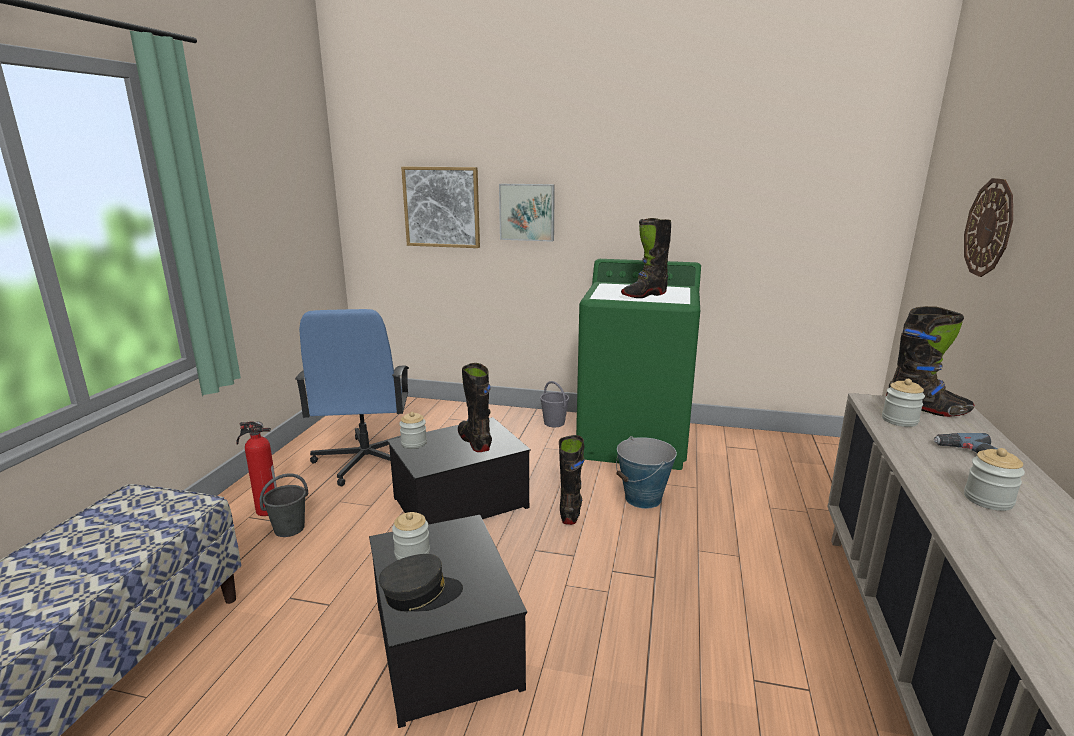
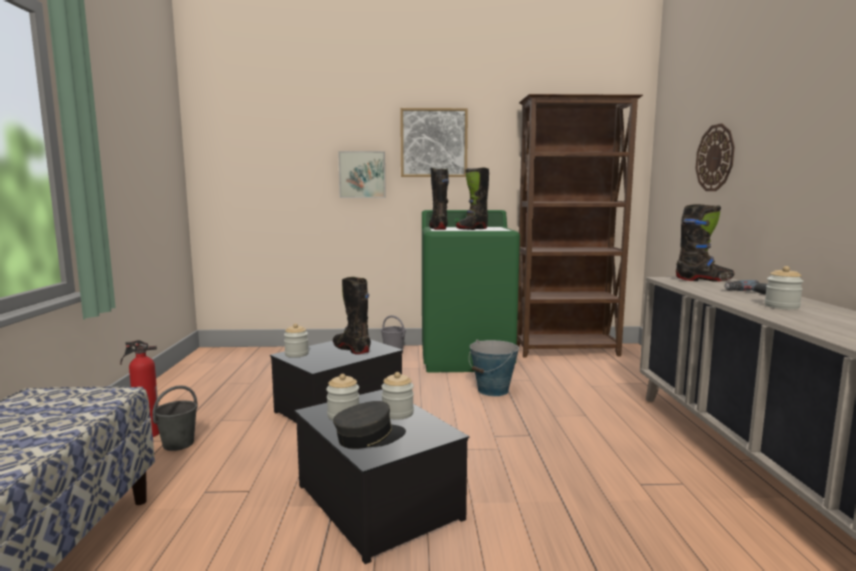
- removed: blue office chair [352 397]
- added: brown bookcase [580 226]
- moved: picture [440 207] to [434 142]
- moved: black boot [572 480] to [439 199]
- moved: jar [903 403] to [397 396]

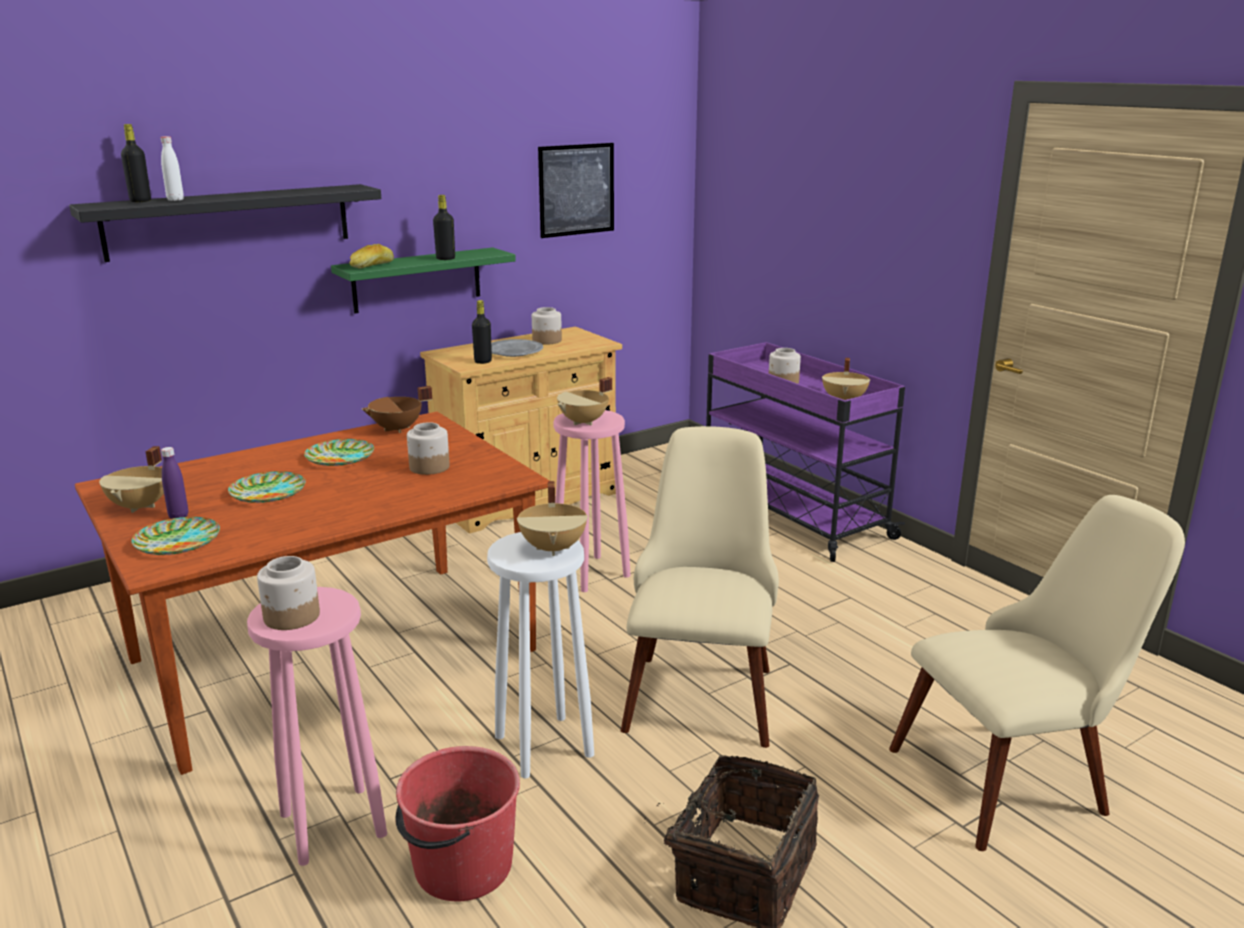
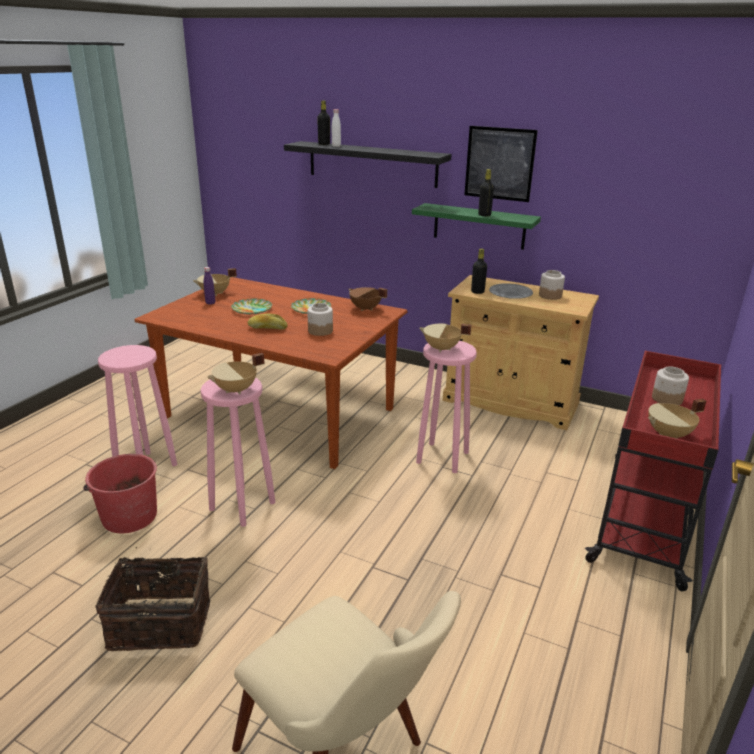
- removed: plate [175 536]
- removed: jar [288 593]
- removed: beige chair [700 587]
- moved: bread [371 256] to [267 321]
- moved: picture [576 190] to [501 164]
- recoloured: white stool [540 655] to pink stool [237 452]
- recoloured: purple cart [805 452] to red cart [653 471]

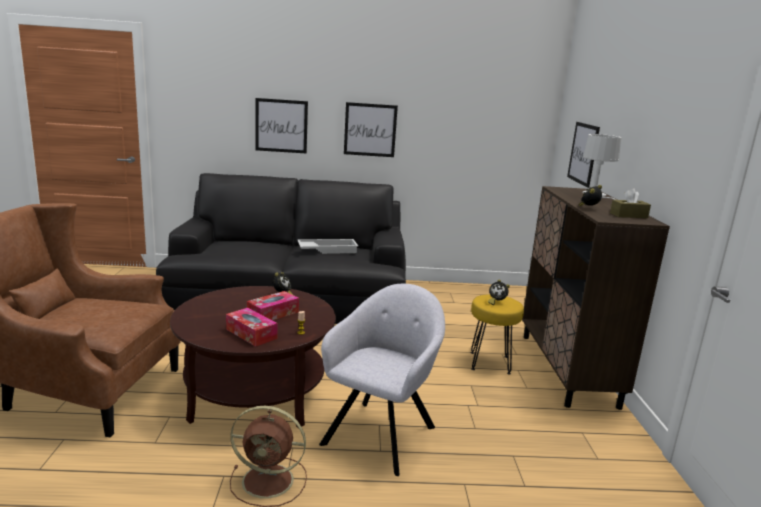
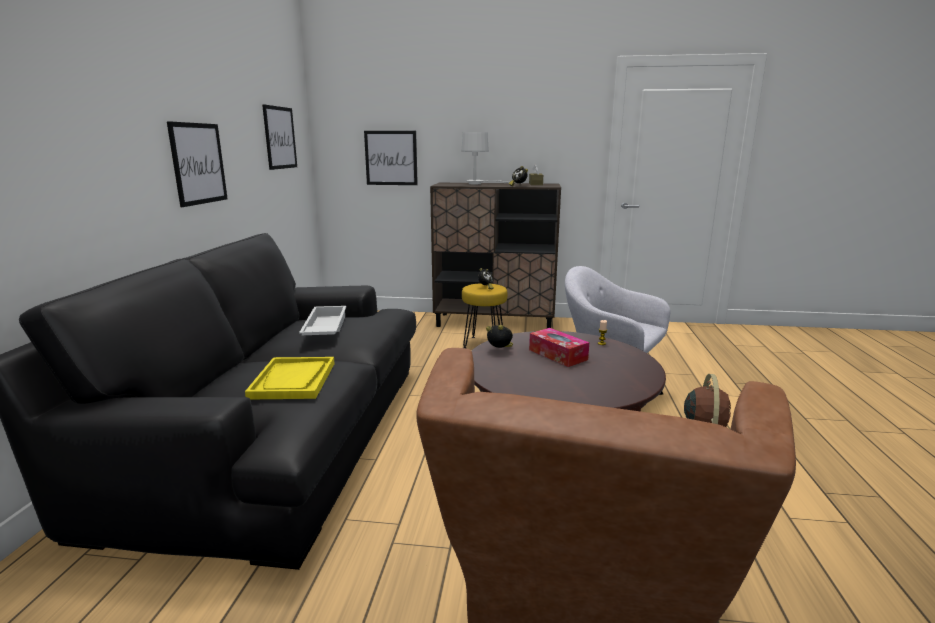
- removed: tissue box [252 327]
- added: yellow tray [290 378]
- moved: picture [281 125] to [279 137]

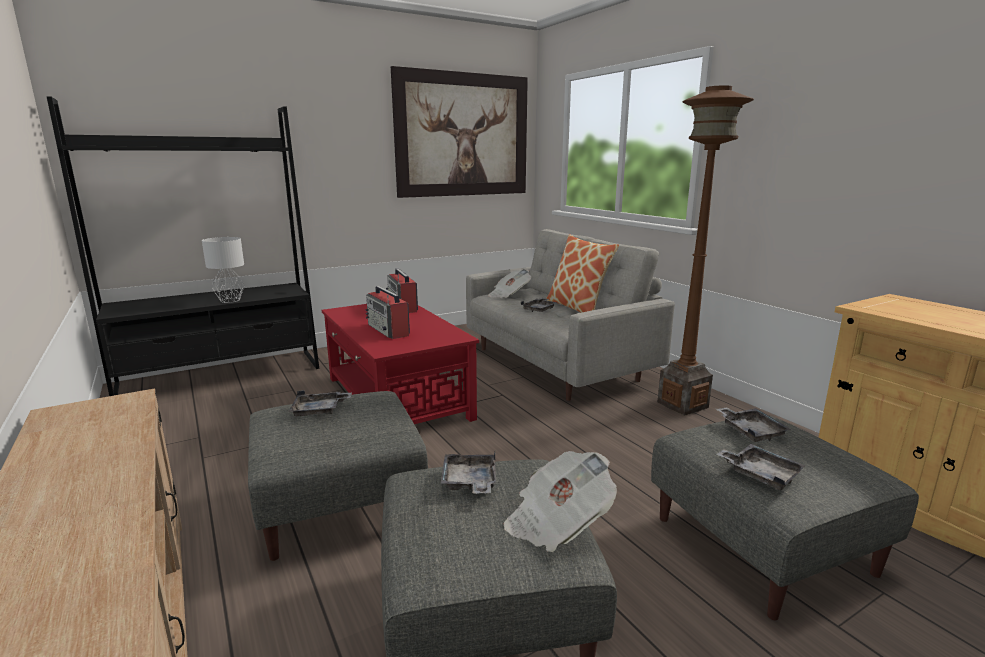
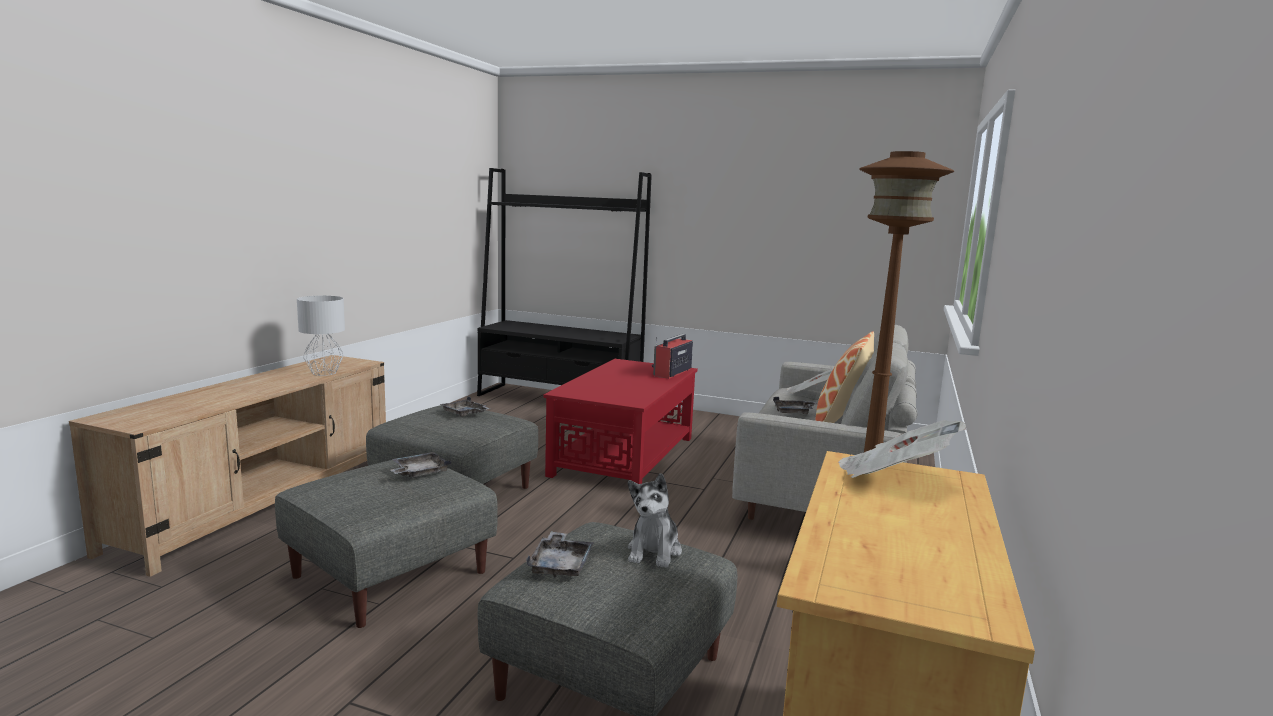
- removed: radio [388 312]
- removed: picture [459 132]
- moved: grey table lamp [223 270] to [321 336]
- moved: newspaper [560 501] to [902 449]
- replaced: grey tray [754 424] to plush toy [655 520]

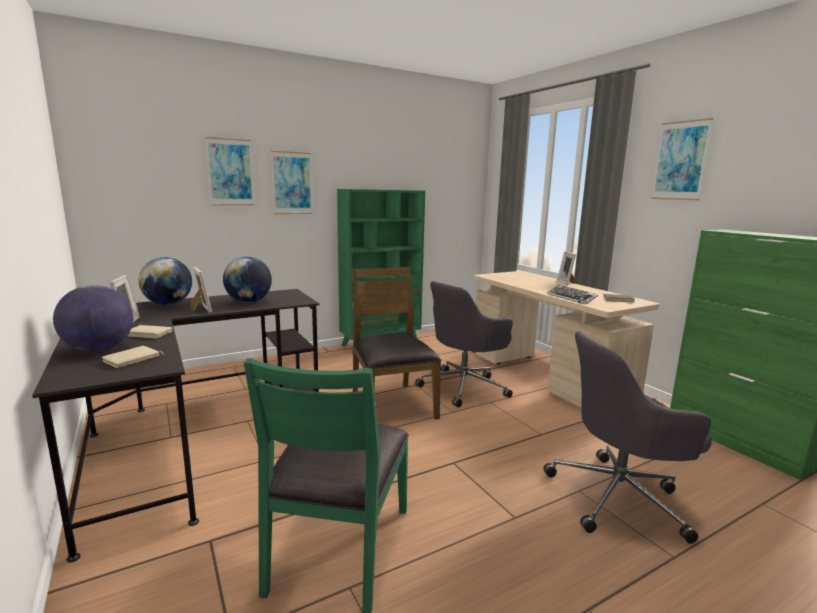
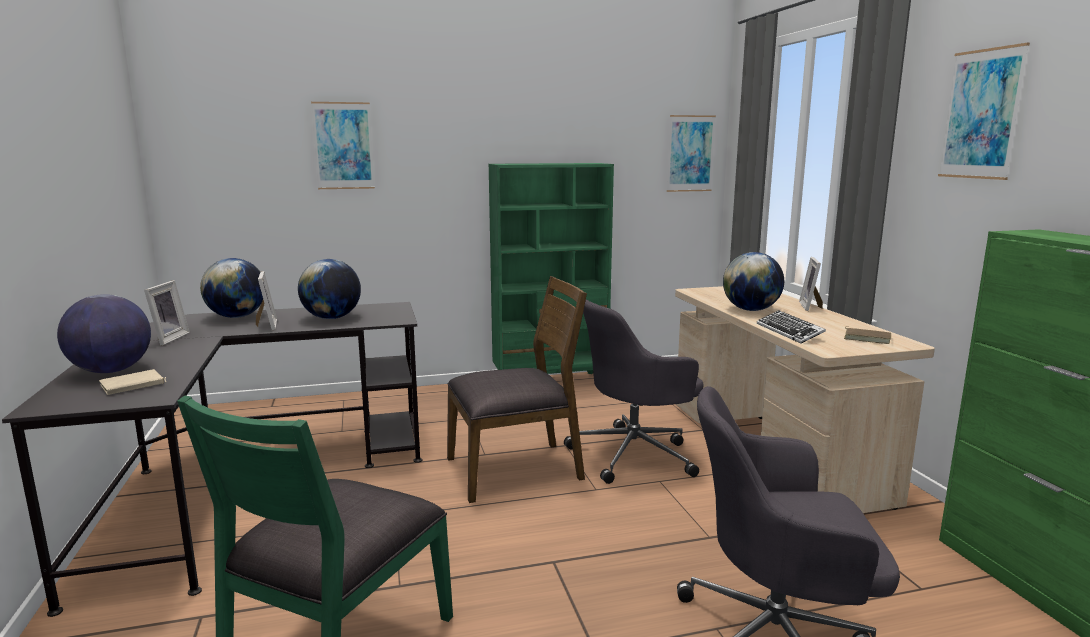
- removed: beige book [150 330]
- added: globe [753 281]
- moved: picture [292 182] to [691 153]
- turned: brown chair [396 343] = [517 389] 75 degrees clockwise

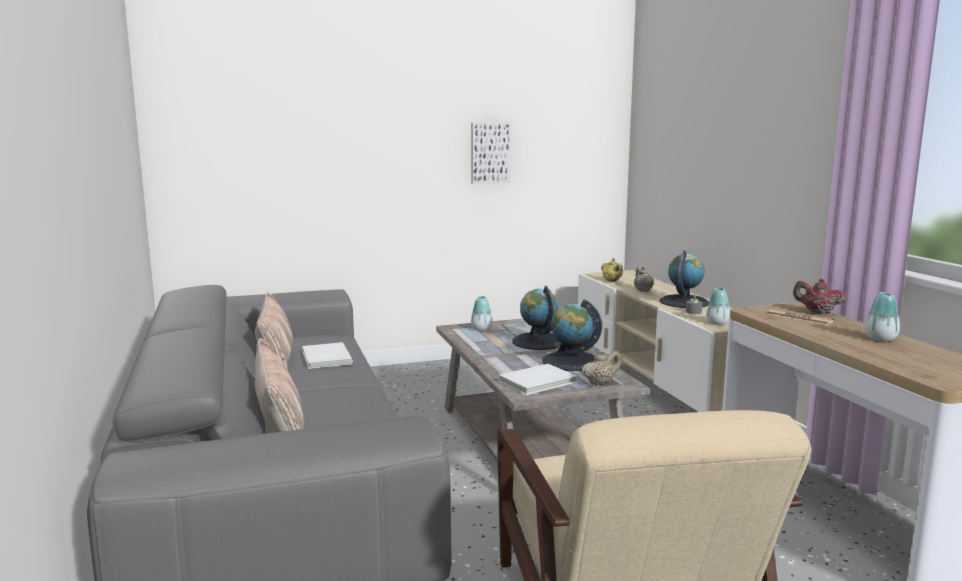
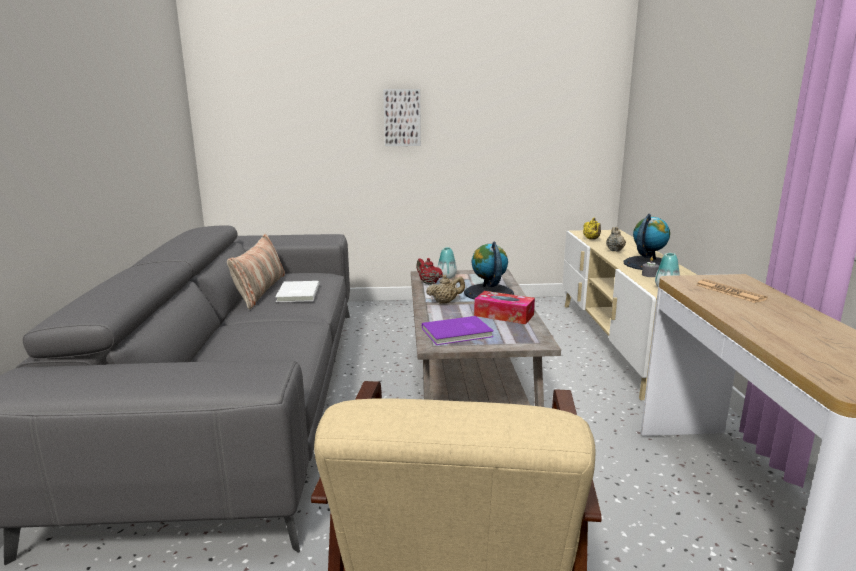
- removed: pillow [279 385]
- removed: vase [882 317]
- moved: picture [491 153] to [402 117]
- moved: beige teapot [601 368] to [445 289]
- moved: red teapot [820 296] to [429 271]
- replaced: globe [572 335] to tissue box [504 307]
- recoloured: white book [537 379] to purple book [458 330]

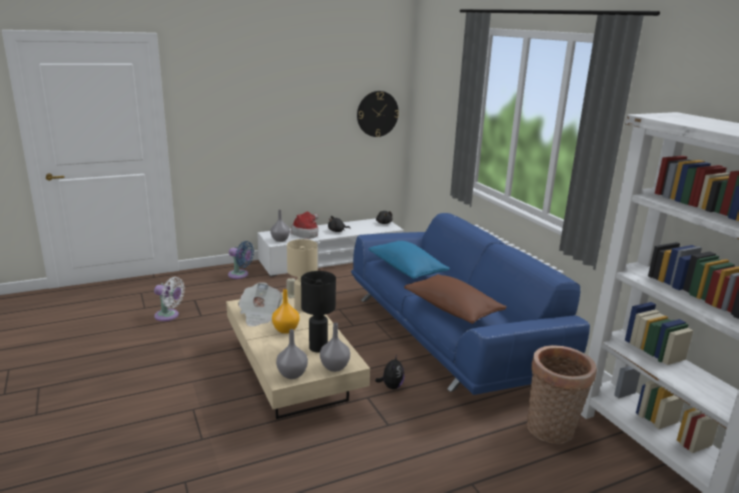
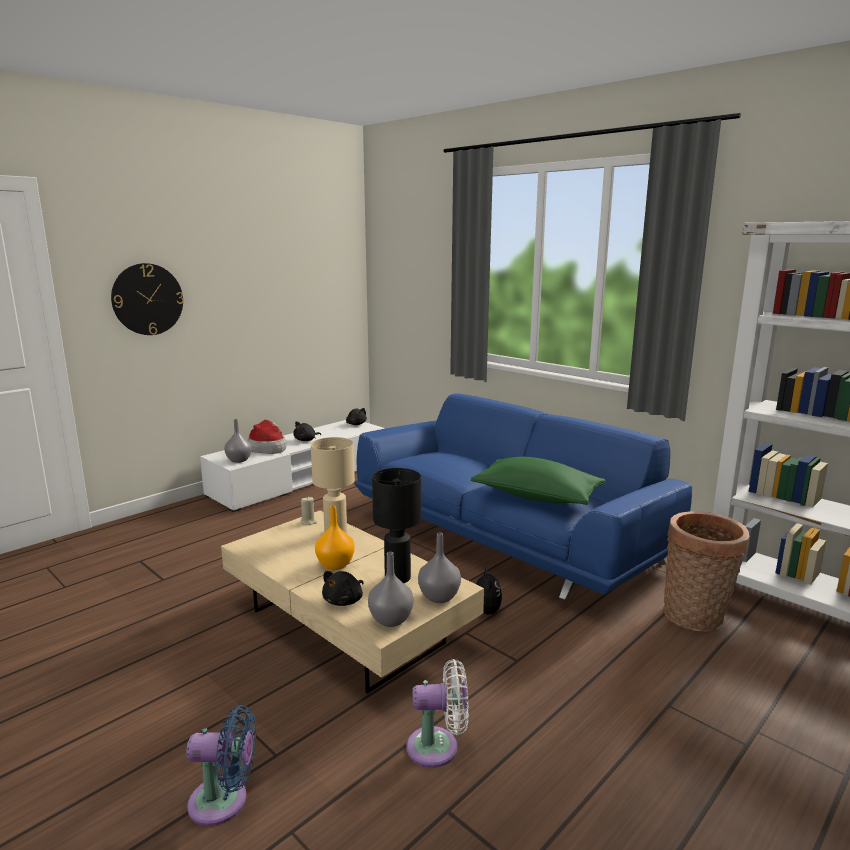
- removed: newspaper [260 304]
- removed: blue pillow [409 260]
- added: black plush toy [343 588]
- moved: white fan [169 299] to [438 713]
- moved: blue fan [241 260] to [221 765]
- moved: wall clock [378 114] to [147 299]
- recoloured: brown pillow [455 299] to green pillow [538 481]

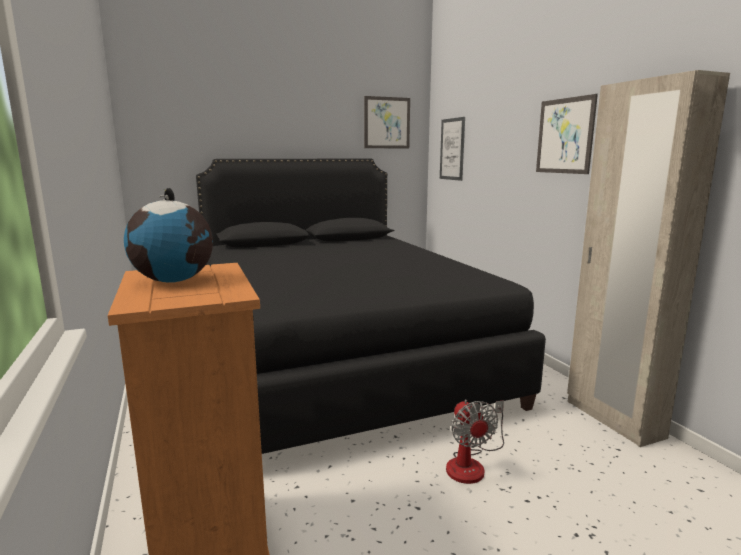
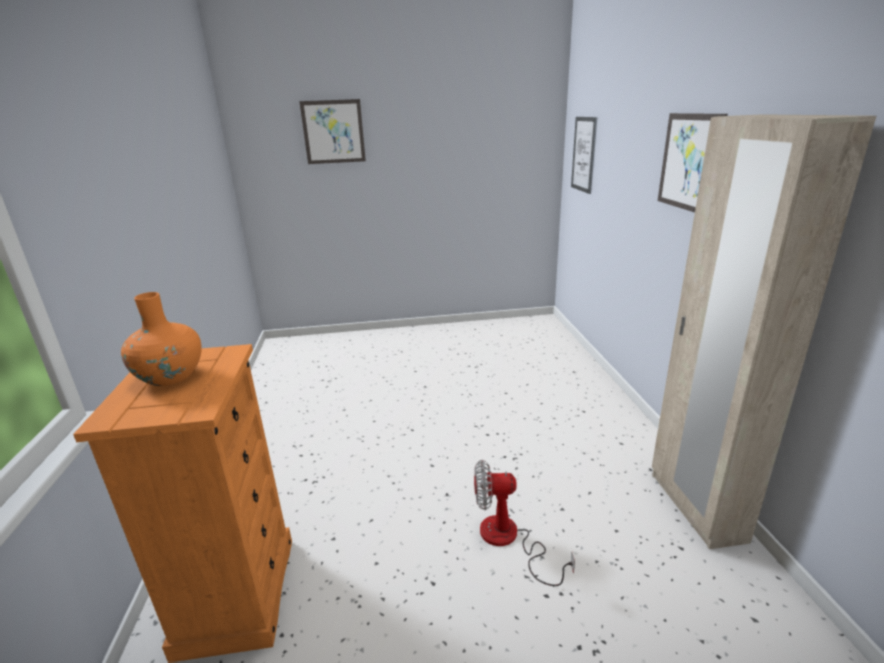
- removed: black bed [371 306]
- moved: picture [387 122] to [332 131]
- replaced: globe [168 235] to orange vase [161 339]
- turned: fan [475 441] = [524 523] 90 degrees clockwise

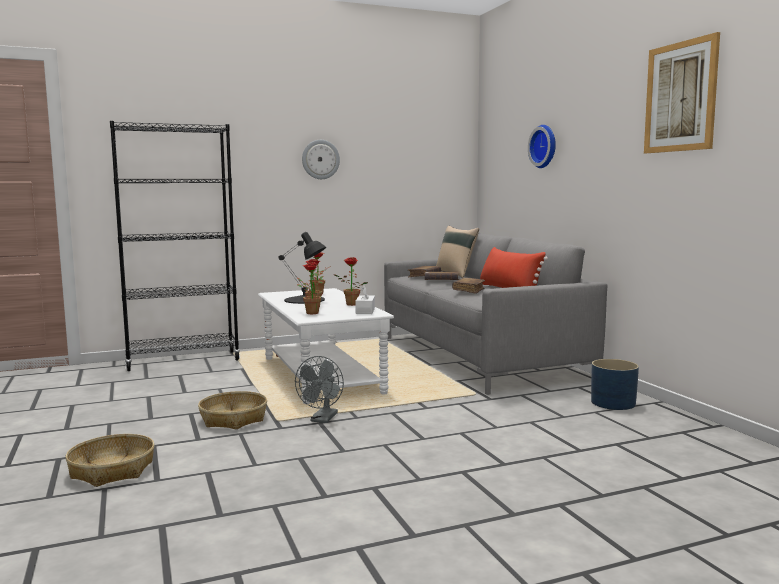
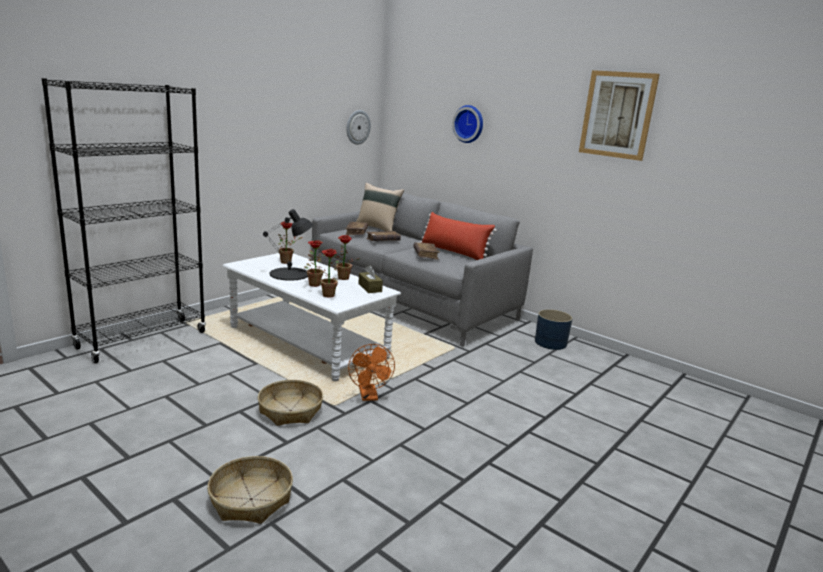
- moved: wall clock [321 159] to [359 127]
- recoloured: grey fan [319 389] to orange fan [371 372]
- recoloured: white tissue box [365 299] to brown tissue box [370 279]

